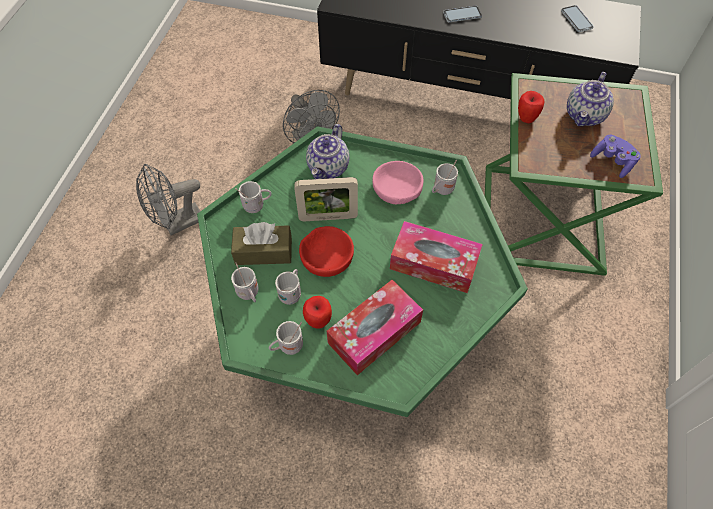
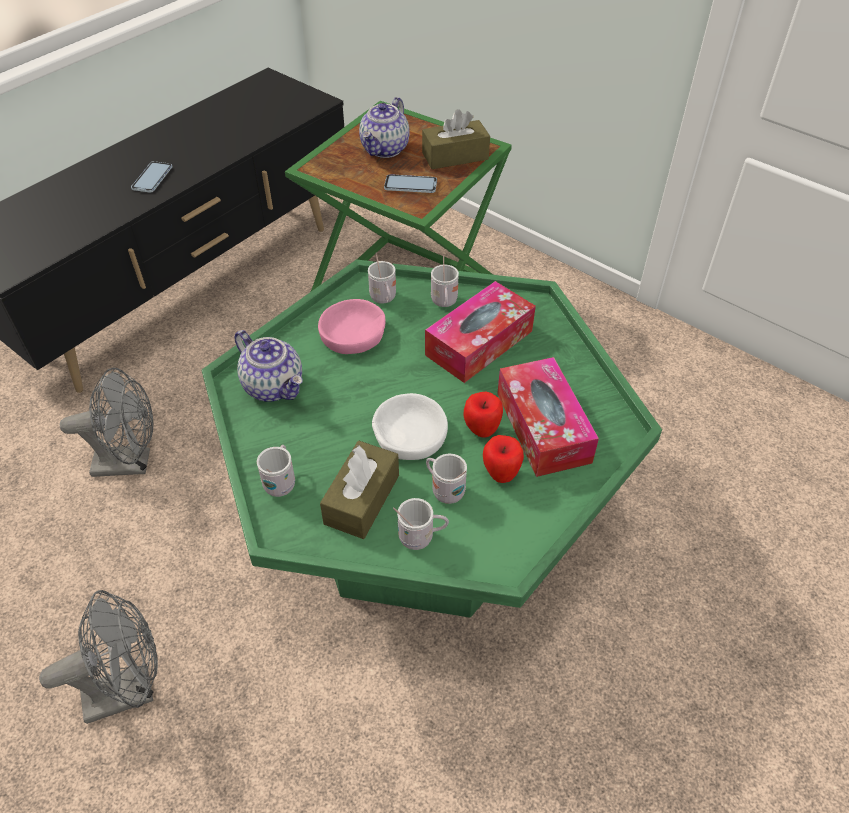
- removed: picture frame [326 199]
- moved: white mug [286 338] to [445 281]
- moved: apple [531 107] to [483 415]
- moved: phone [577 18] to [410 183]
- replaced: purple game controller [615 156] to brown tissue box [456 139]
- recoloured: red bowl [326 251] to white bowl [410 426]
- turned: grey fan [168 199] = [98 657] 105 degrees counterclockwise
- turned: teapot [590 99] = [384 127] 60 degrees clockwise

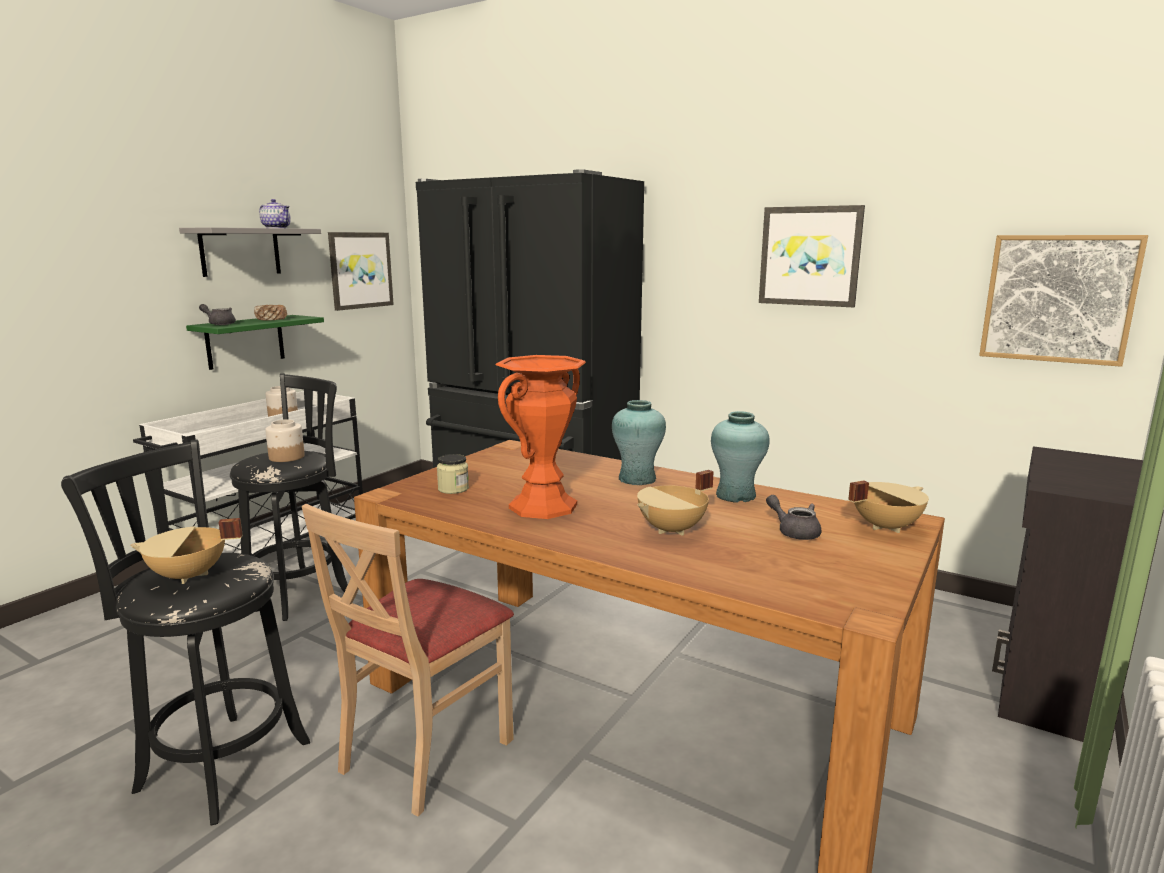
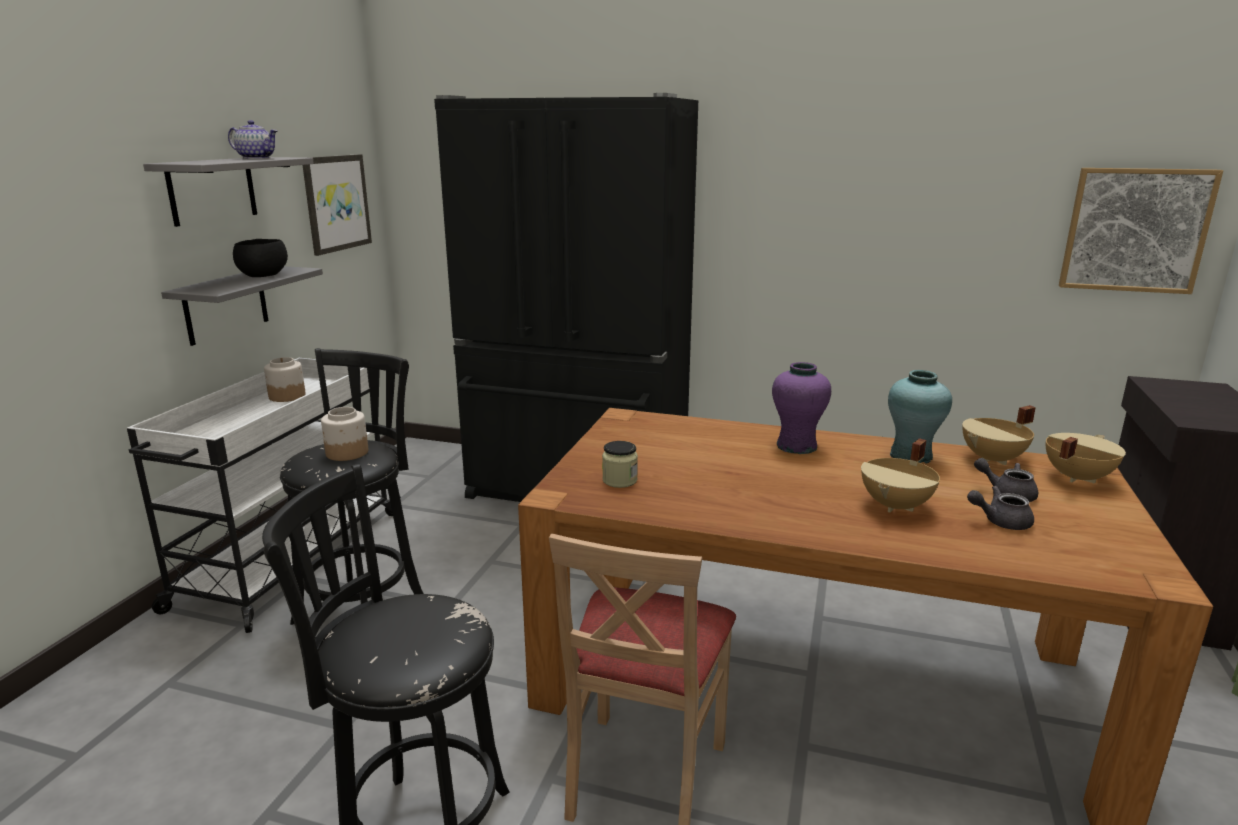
- removed: orange vase [541 437]
- removed: picture [812 256]
- moved: beige cooking pot [186 551] to [999 435]
- moved: grey teapot [217 314] to [1000 508]
- replaced: bread [270 313] to black bowl [260 258]
- recoloured: green shelf [255 342] to grey shelf [242 306]
- recoloured: turquoise vase [639 442] to purple vase [801 408]

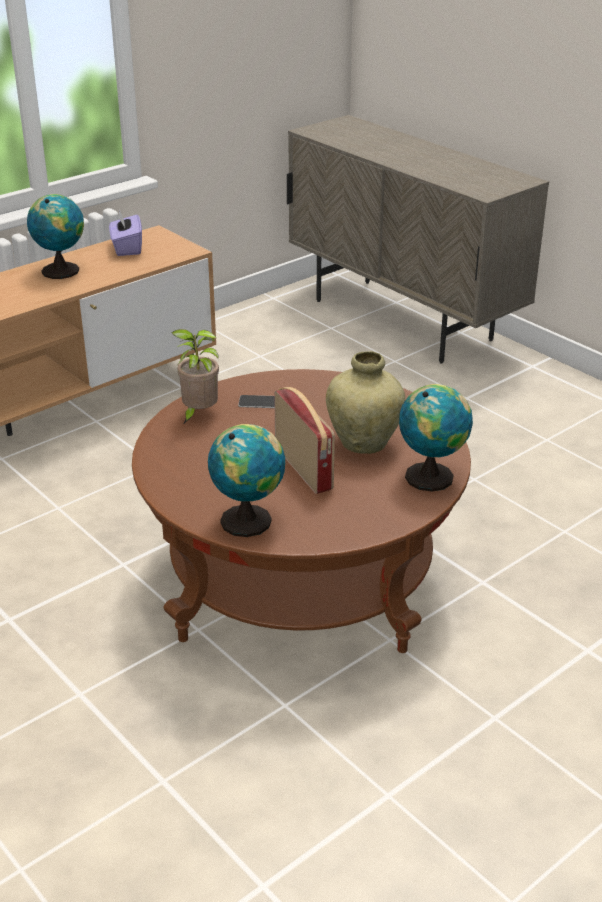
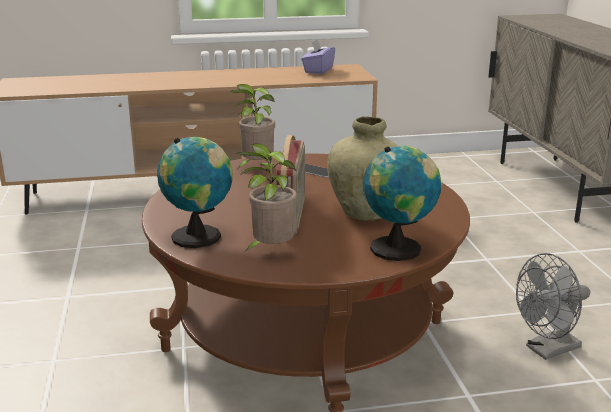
- removed: globe [55 236]
- added: potted plant [266 197]
- added: grey fan [553 306]

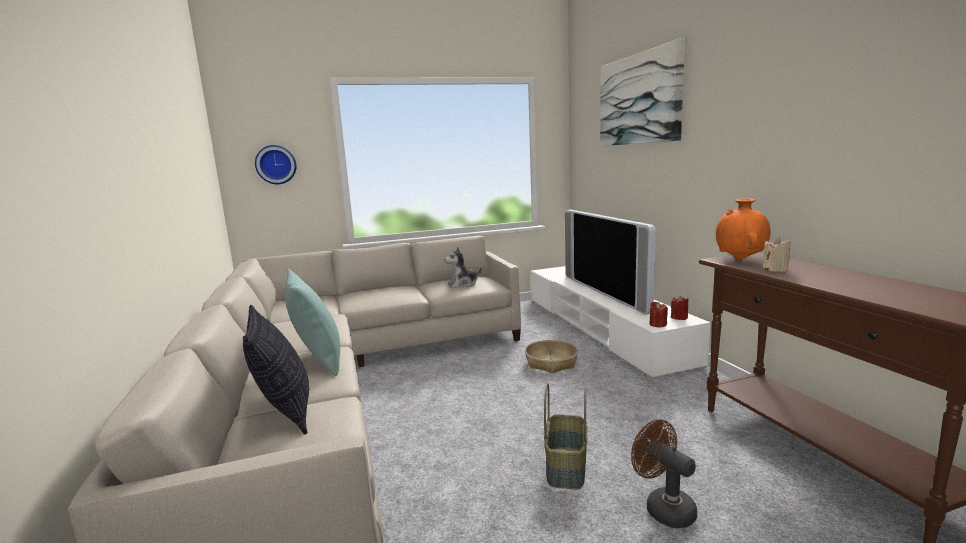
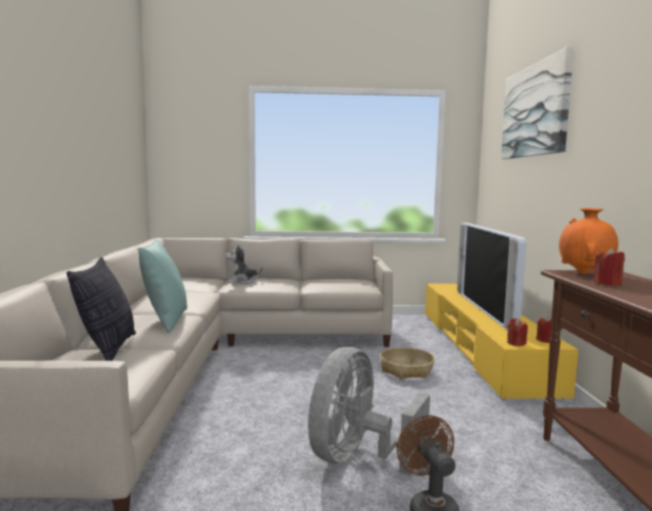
- removed: wall clock [275 164]
- moved: plush toy [463 267] to [244 264]
- replaced: basket [566 436] to grey fan [369 411]
- recoloured: white tv stand [620 322] to yellow tv stand [501 342]
- recoloured: beige candle [777 254] to red candle [609 267]

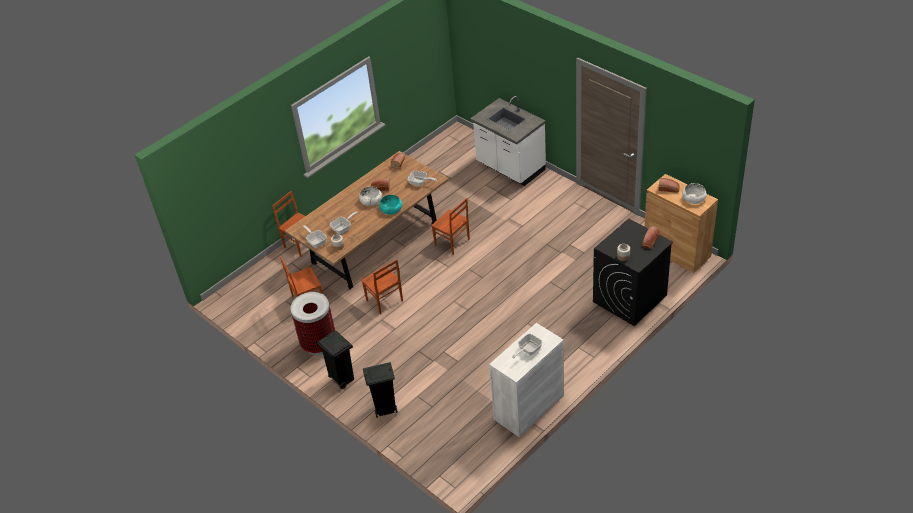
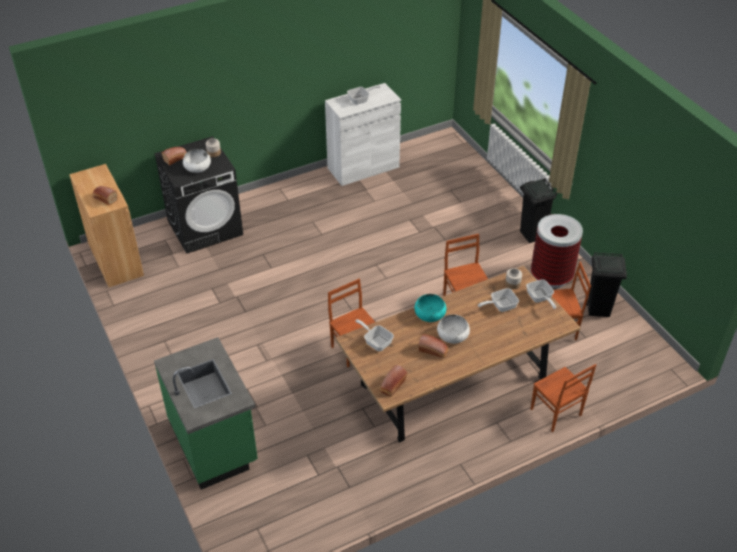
- moved: black trash can [380 390] to [606 284]
- moved: white bowl [694 193] to [197 161]
- recoloured: white counter [508 141] to green counter [206 413]

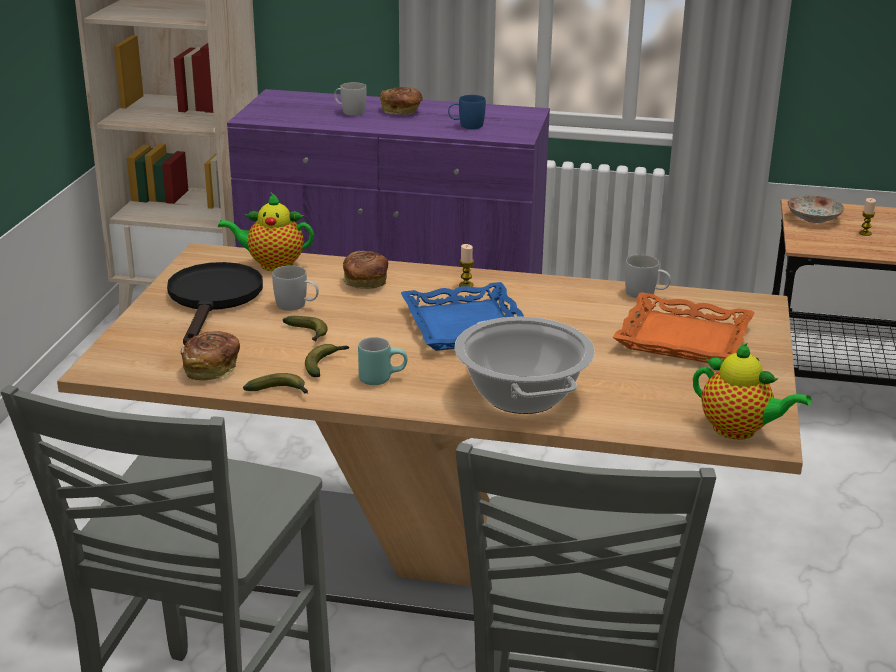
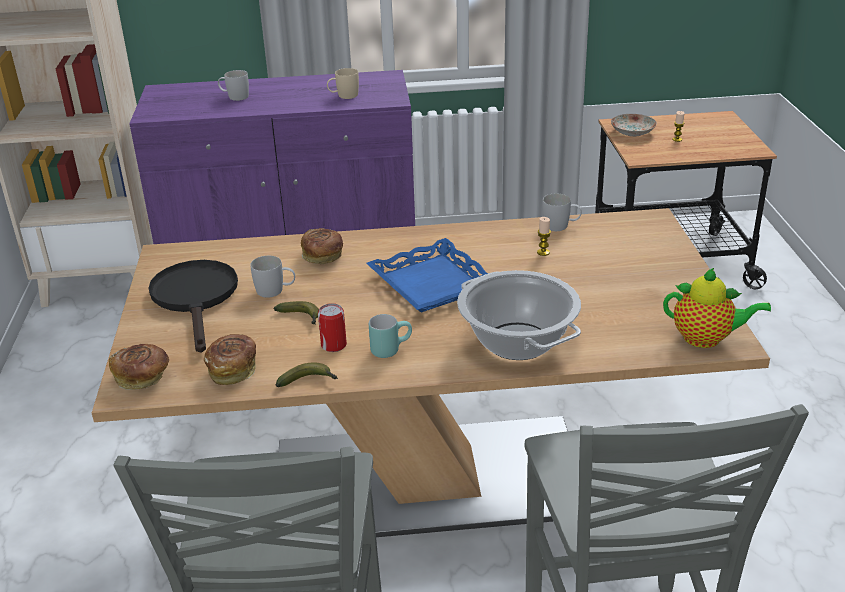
- removed: teapot [266 232]
- removed: orange tray [684 327]
- moved: bread [401 101] to [139 367]
- moved: candle [466 265] to [544 236]
- replaced: banana [327 360] to can [332 327]
- recoloured: blue mug [467 112] to beige mug [343 83]

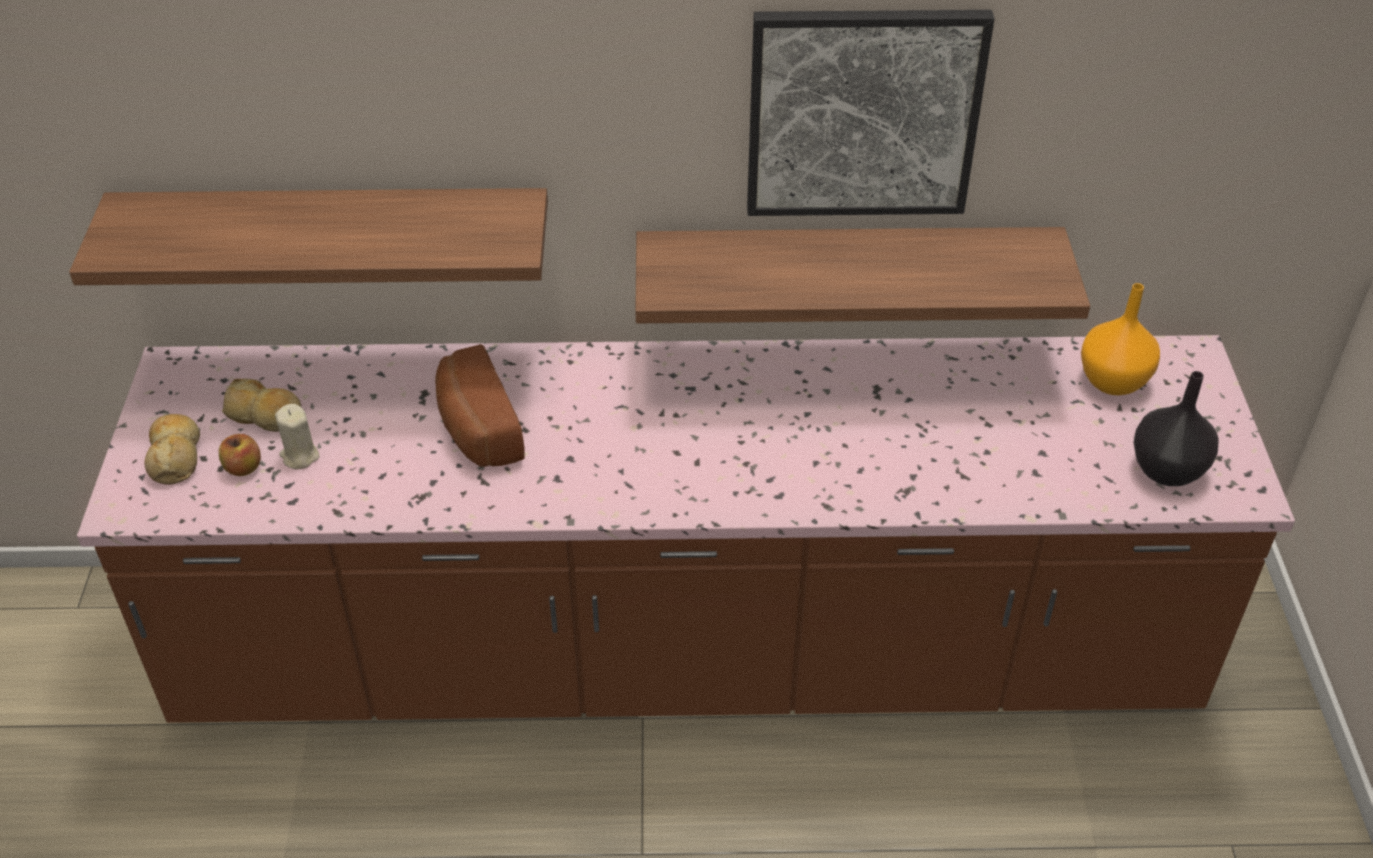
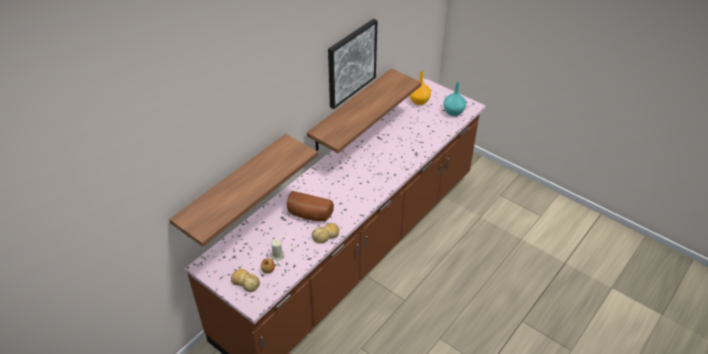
- moved: bread [262 405] to [326 233]
- recoloured: black vase [1175 428] to turquoise vase [454 99]

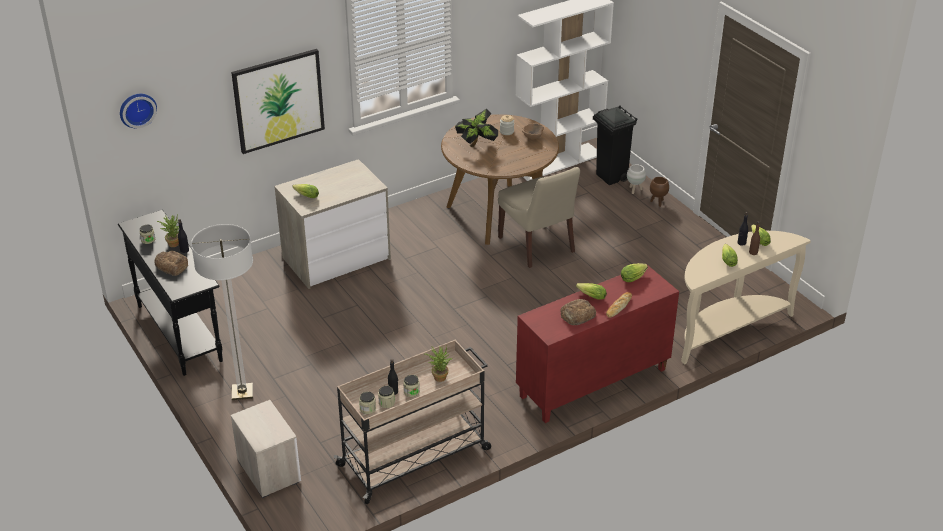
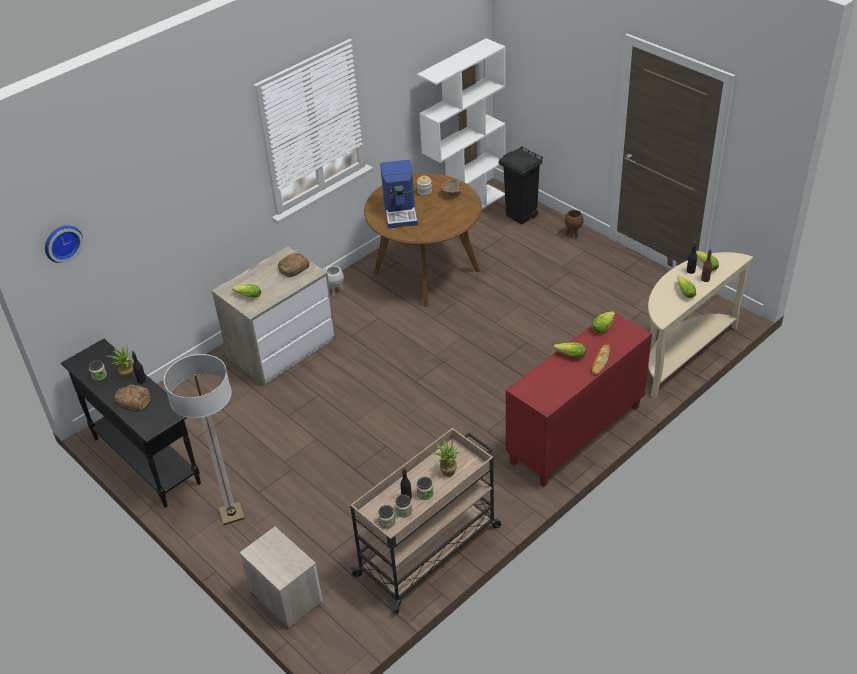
- removed: picture [278 101]
- removed: beige chair [539 217]
- moved: bread [578 312] to [294 265]
- moved: white planter [636 179] to [334 281]
- replaced: potted plant [476 128] to coffee machine [399 194]

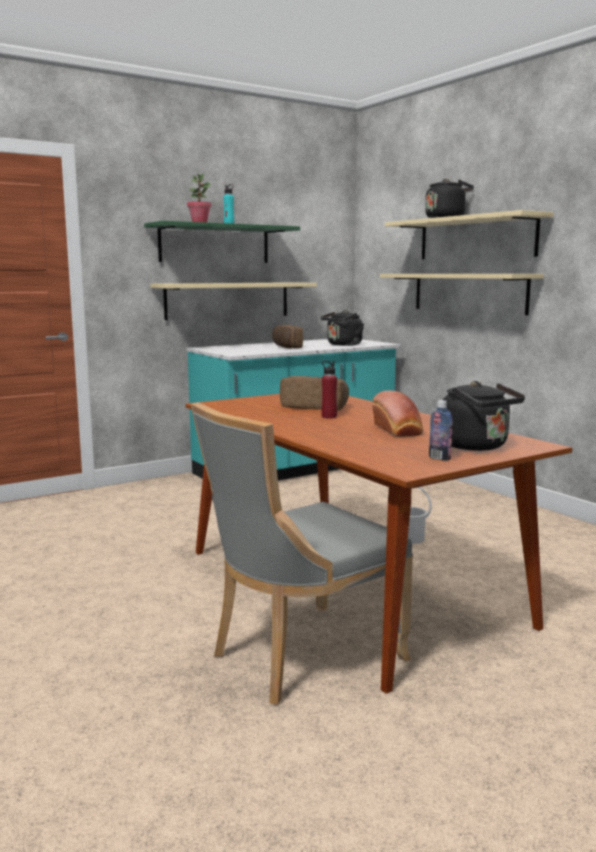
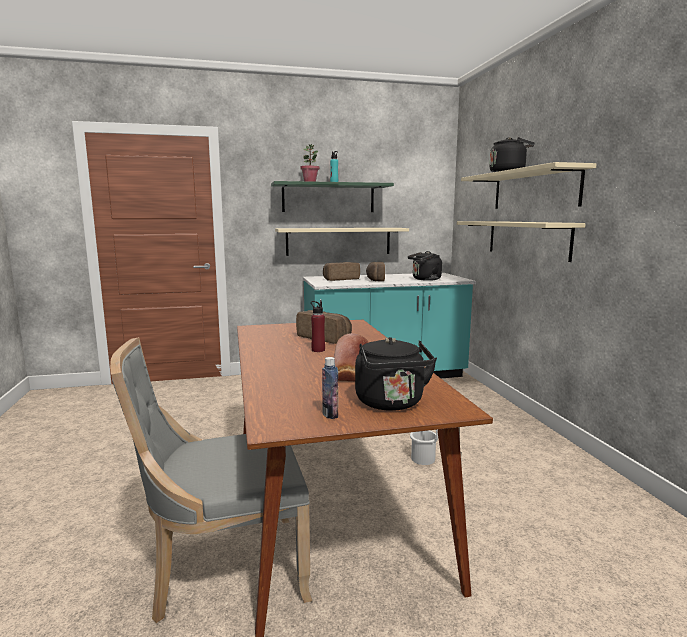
- added: bread [341 271]

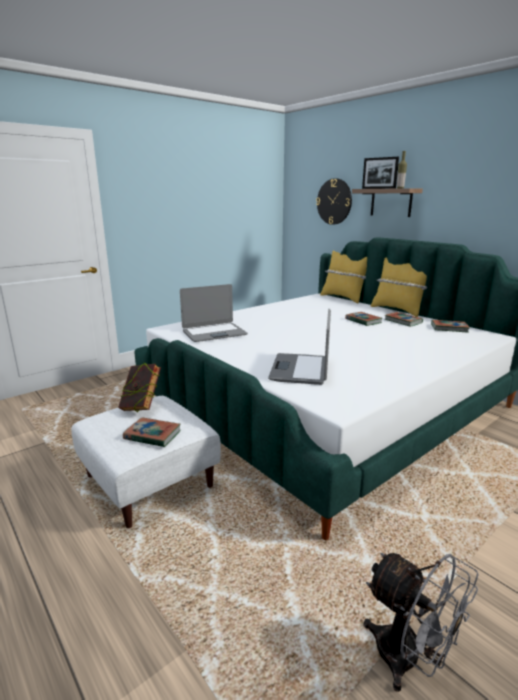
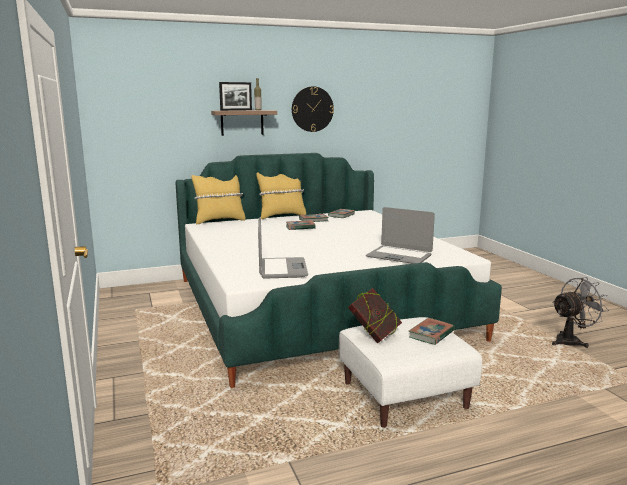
- moved: wall clock [334 201] to [313 109]

